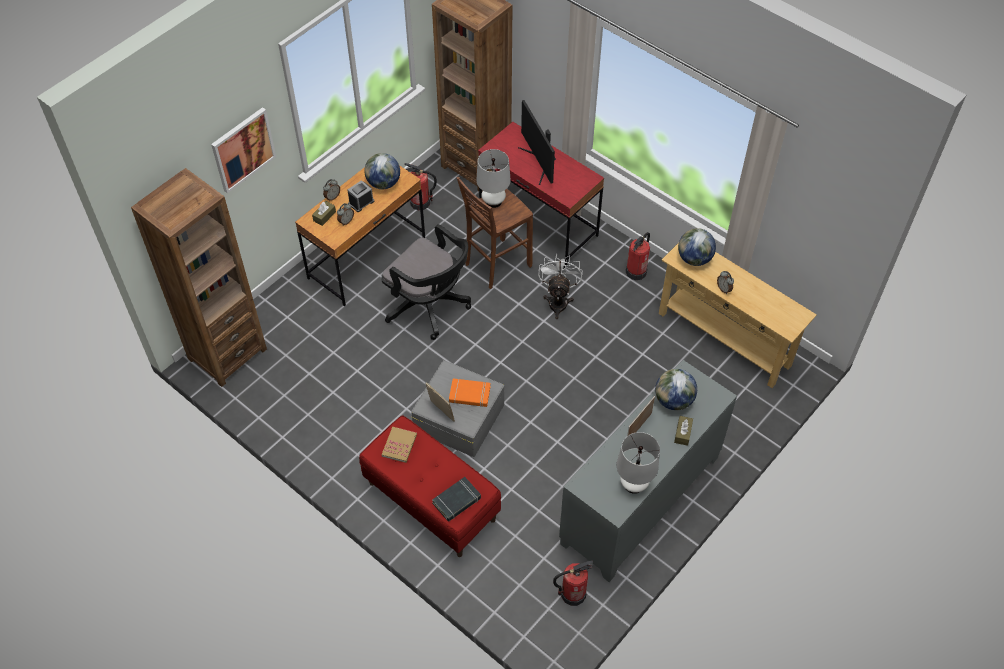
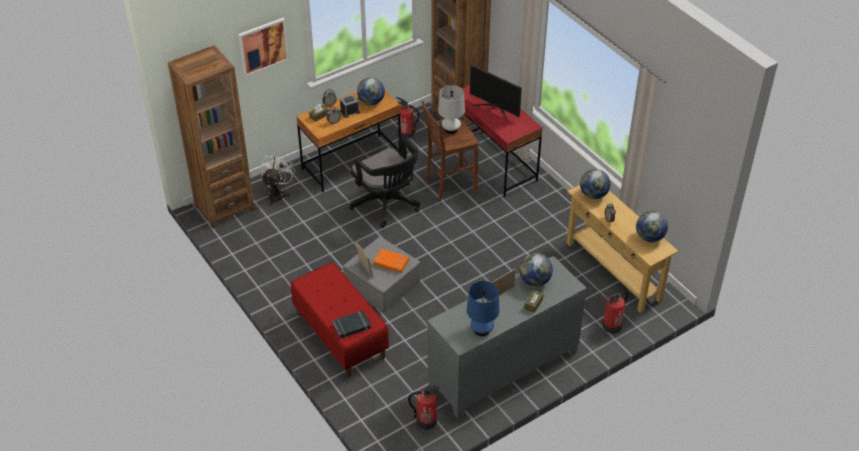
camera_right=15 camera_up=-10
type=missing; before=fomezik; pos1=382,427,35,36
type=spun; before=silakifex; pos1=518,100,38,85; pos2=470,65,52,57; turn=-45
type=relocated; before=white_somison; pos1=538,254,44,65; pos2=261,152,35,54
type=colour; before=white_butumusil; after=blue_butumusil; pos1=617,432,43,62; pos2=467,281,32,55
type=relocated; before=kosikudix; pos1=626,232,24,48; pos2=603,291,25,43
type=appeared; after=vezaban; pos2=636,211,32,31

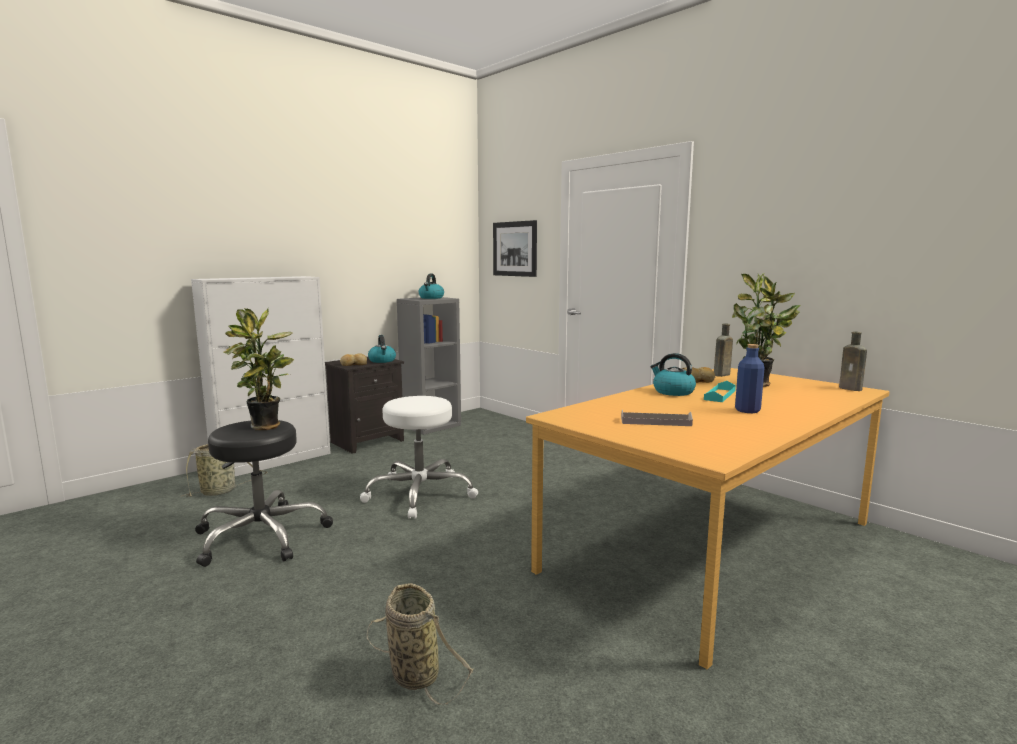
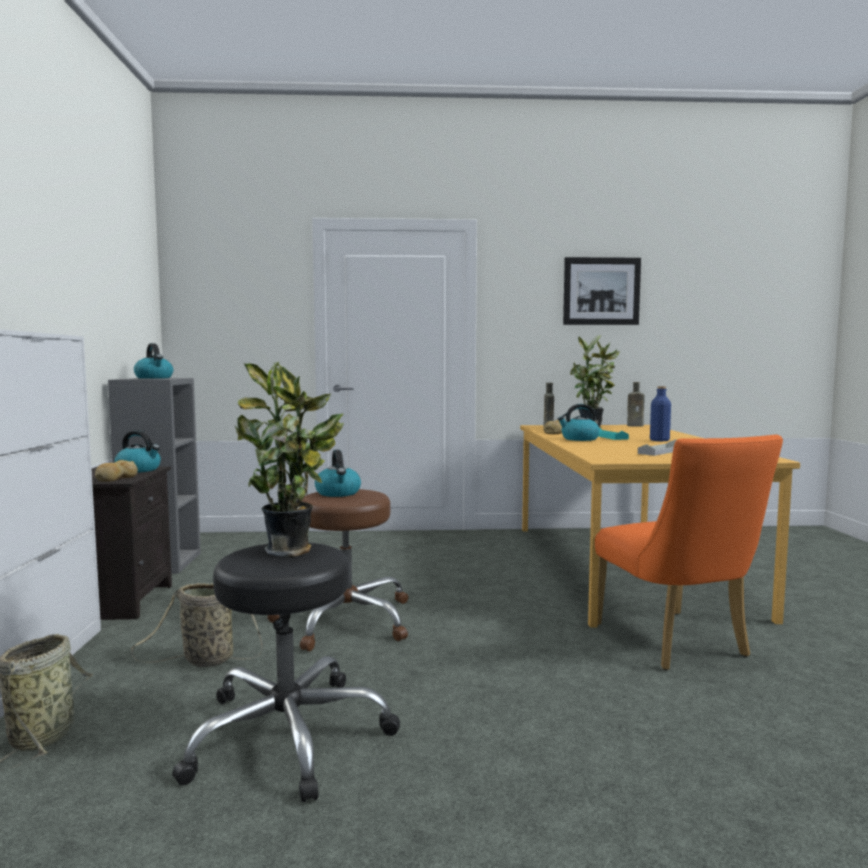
camera_right=-50 camera_up=-5
type=colour; before=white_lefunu; after=brown_lefunu; pos1=360,396,118,123; pos2=267,489,142,162
type=relocated; before=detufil; pos1=367,583,106,122; pos2=131,583,131,84
type=relocated; before=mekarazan; pos1=493,220,44,57; pos2=563,257,78,68
type=appeared; after=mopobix; pos2=315,450,46,47
type=appeared; after=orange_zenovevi; pos2=595,435,188,235

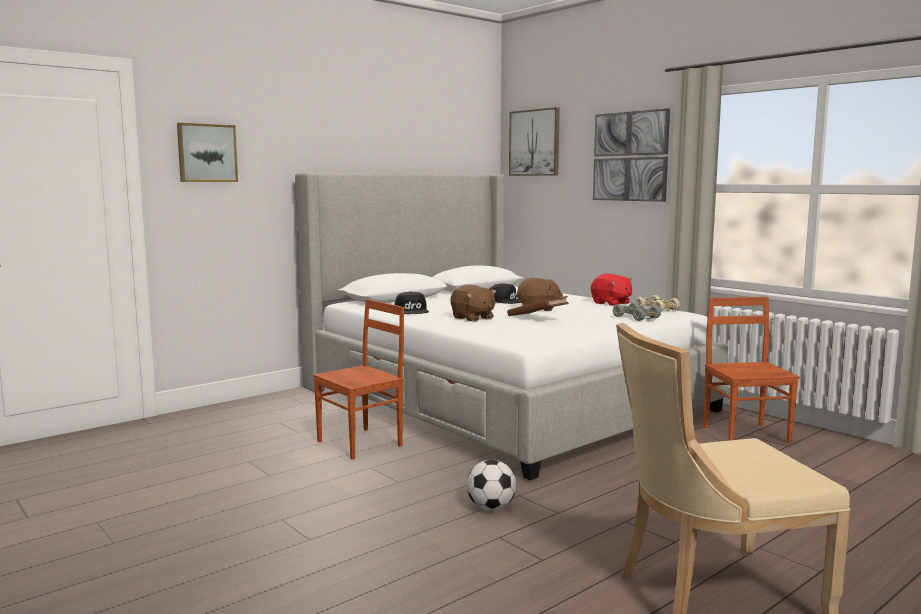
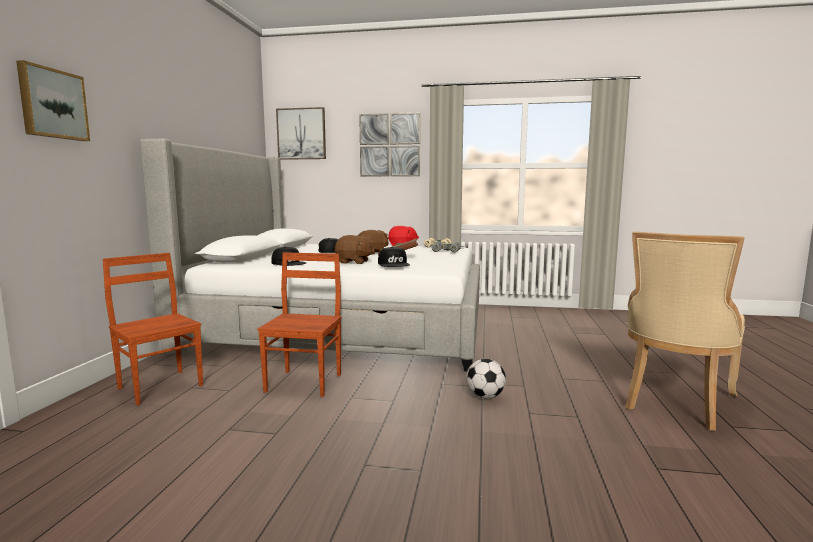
camera_right=-40 camera_up=0
type=relocated; before=brown_zenovevi; pos1=704,297,95,147; pos2=103,253,100,152
type=appeared; after=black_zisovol; pos2=378,247,32,20

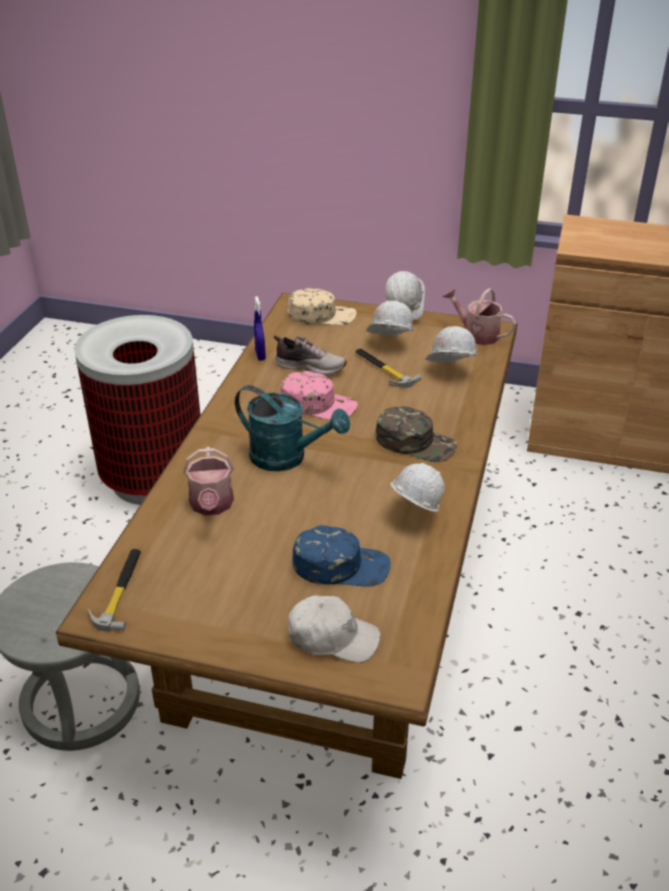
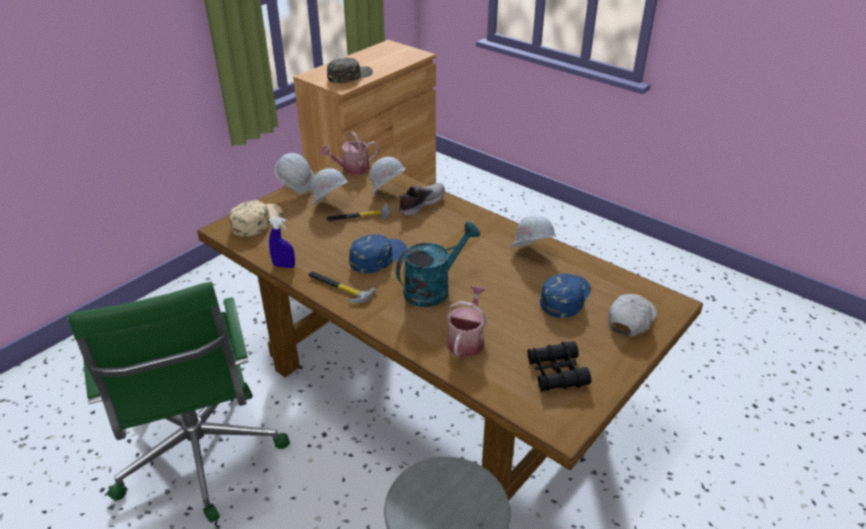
camera_right=-65 camera_up=0
type=exchanged; before=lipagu; after=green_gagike; pos1=74,315,127,190; pos2=68,282,222,241
type=relocated; before=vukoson; pos1=88,549,53,83; pos2=309,271,67,32
type=spun; before=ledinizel; pos1=183,447,51,68; pos2=446,286,41,71; turn=-90
type=relocated; before=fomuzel; pos1=274,335,73,41; pos2=399,183,46,33
type=colour; before=pink_zisovol; after=blue_zisovol; pos1=280,371,78,49; pos2=349,234,59,39
type=relocated; before=green_zisovol; pos1=376,406,82,56; pos2=327,58,46,25
type=appeared; after=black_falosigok; pos2=527,341,64,51

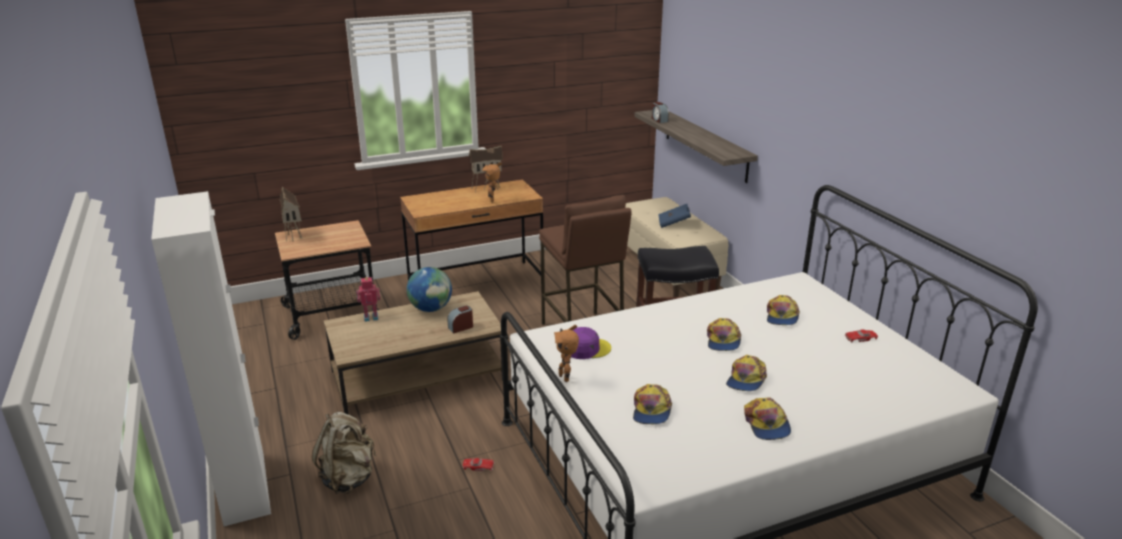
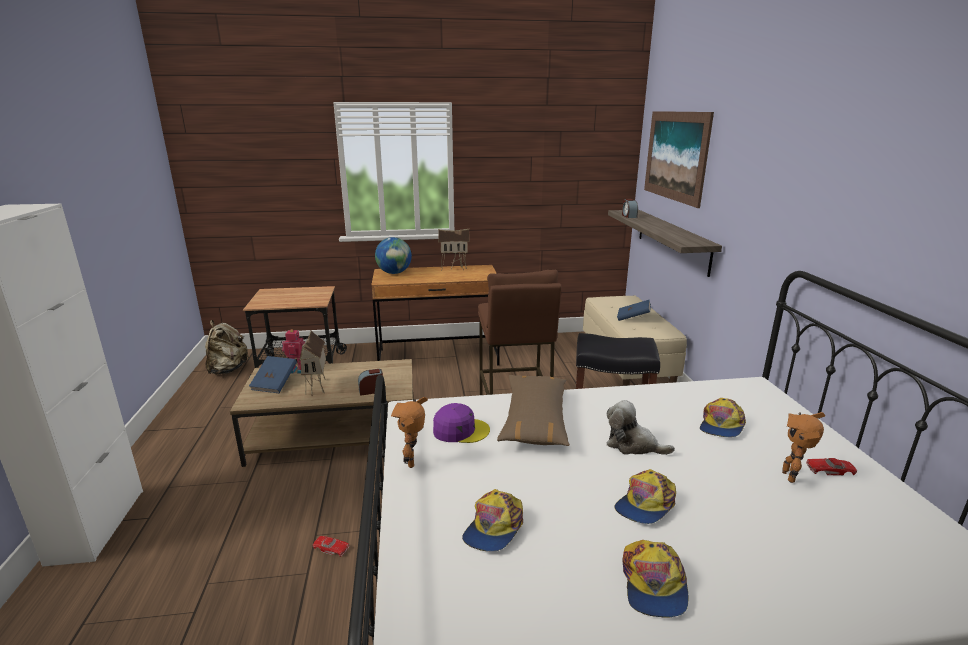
camera_right=15 camera_up=-5
type=relocated; before=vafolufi; pos1=280,186,23,56; pos2=299,331,27,65
type=relocated; before=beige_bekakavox; pos1=312,412,64,82; pos2=205,320,45,55
type=relocated; before=vezaban; pos1=407,267,45,45; pos2=375,237,37,37
type=relocated; before=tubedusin; pos1=482,162,20,40; pos2=782,412,43,71
type=exchanged; before=zisovol; after=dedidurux; pos1=707,318,34,33; pos2=607,400,68,55
type=appeared; after=blue_fomezik; pos2=249,356,48,37
type=appeared; after=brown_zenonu; pos2=497,375,73,71
type=appeared; after=mekarazan; pos2=644,111,70,97

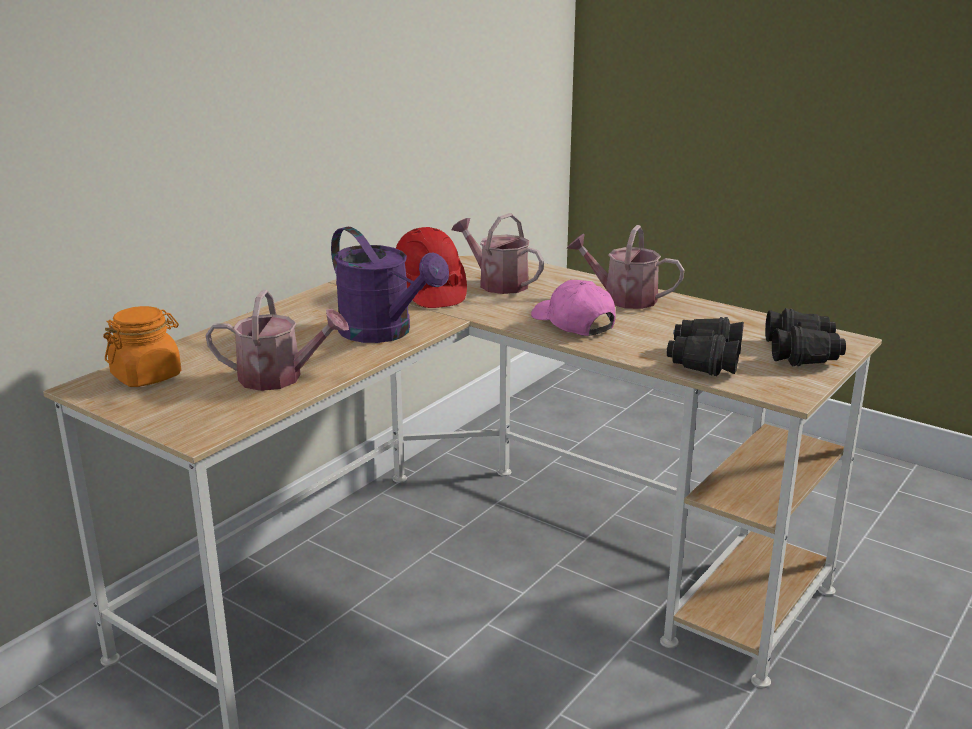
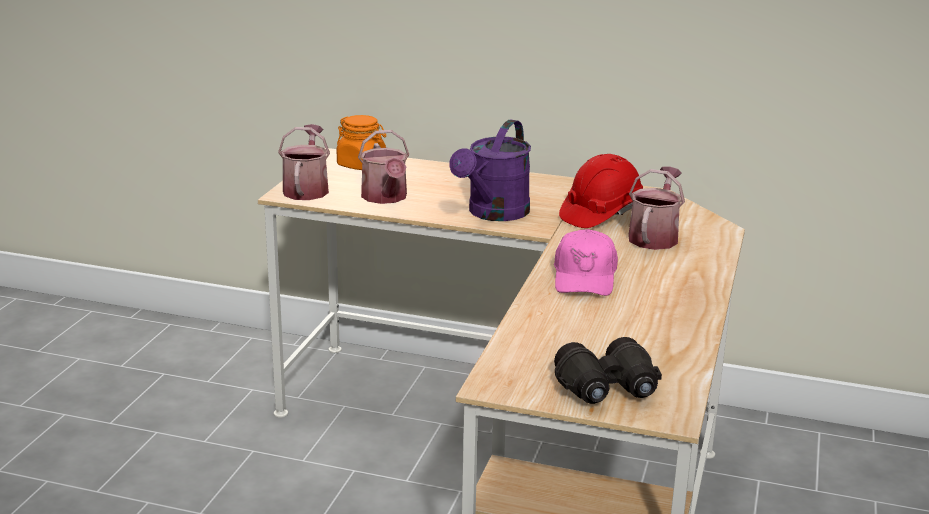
camera_right=70 camera_up=0
type=spun; before=pink_zisovol; pos1=531,280,85,56; pos2=554,229,64,67; turn=150
type=relocated; before=ledinizel; pos1=567,225,117,84; pos2=278,124,52,76
type=missing; before=black_falosigok; pos1=666,317,78,59

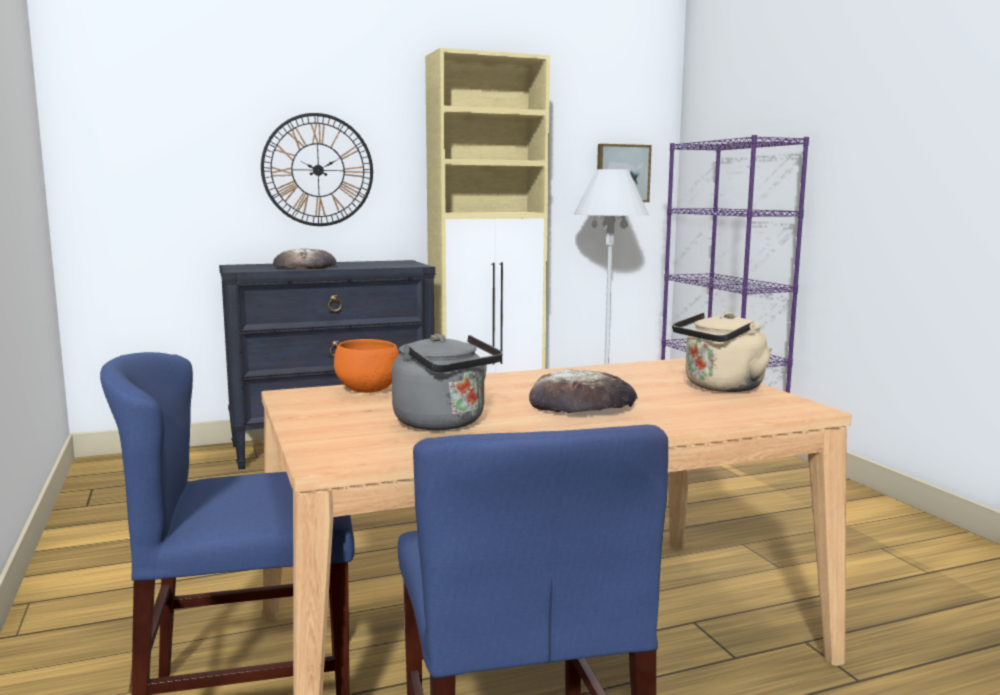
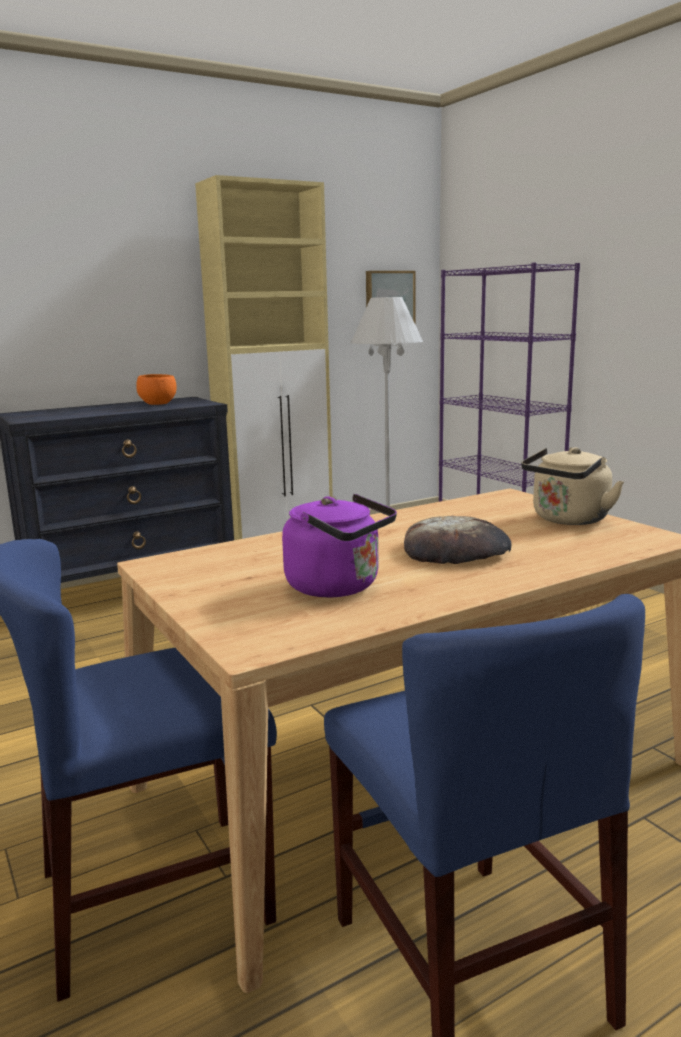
camera_right=-10 camera_up=5
type=missing; before=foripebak; pos1=261,113,112,113
type=missing; before=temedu; pos1=273,248,63,21
type=relocated; before=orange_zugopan; pos1=334,339,65,54; pos2=136,374,41,31
type=colour; before=grey_mopobix; after=purple_mopobix; pos1=392,334,110,96; pos2=282,494,115,104

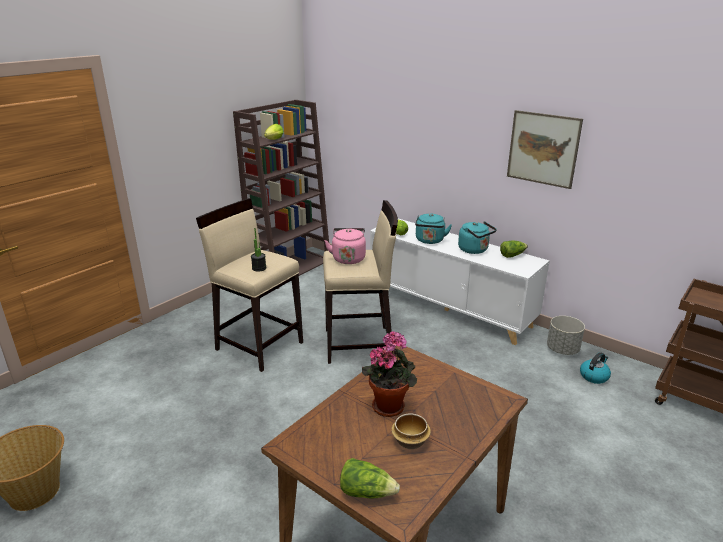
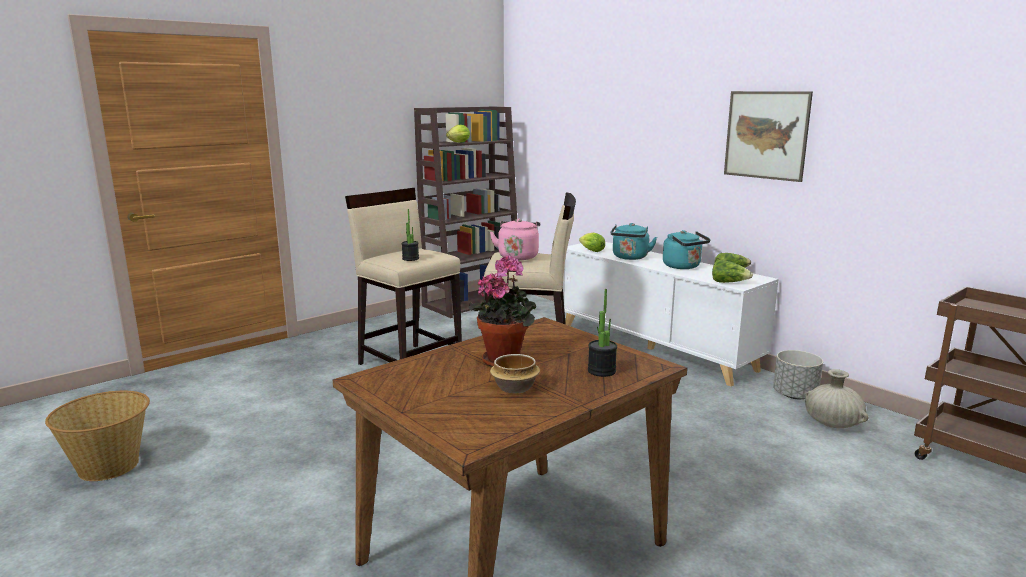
camera_right=10 camera_up=-10
type=relocated; before=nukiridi; pos1=340,458,60,41; pos2=712,260,41,23
type=exchanged; before=mopobix; after=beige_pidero; pos1=580,352,31,32; pos2=805,369,63,59
type=appeared; after=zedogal; pos2=588,289,29,88

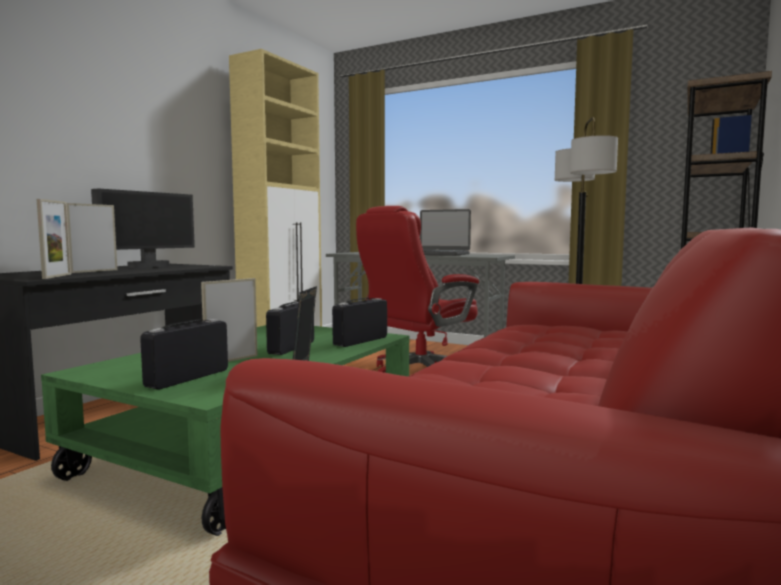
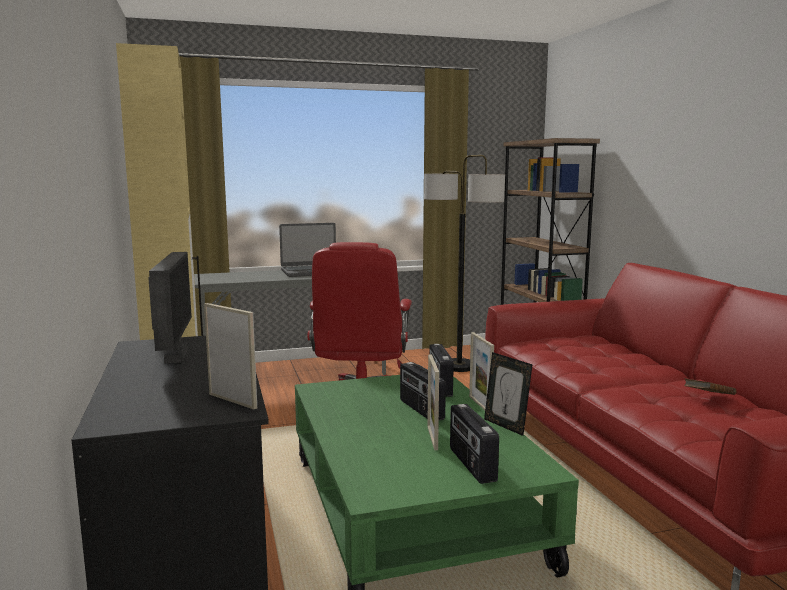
camera_right=-45 camera_up=5
type=relocated; before=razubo; pos1=67,203,50,70; pos2=469,332,25,78
type=appeared; after=brown_fomezik; pos2=684,378,52,17

